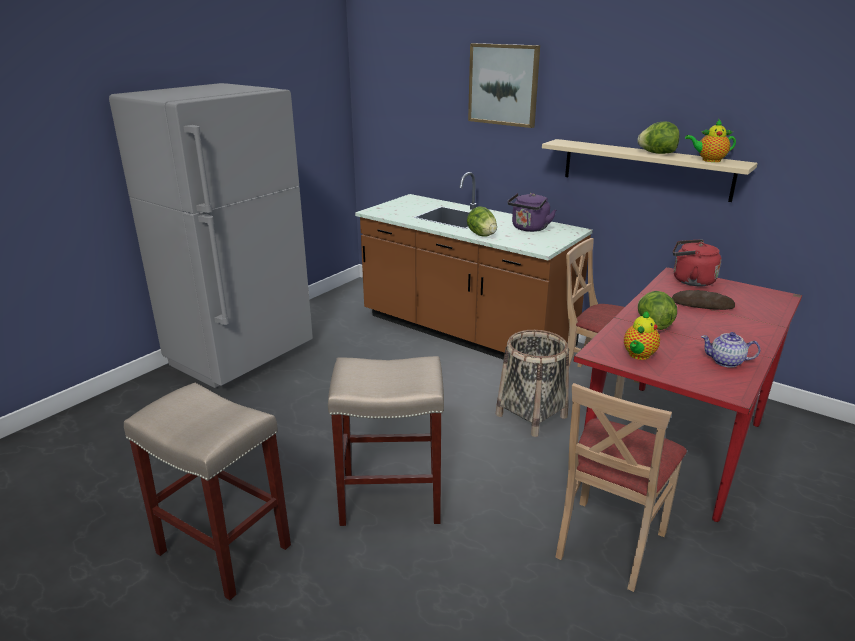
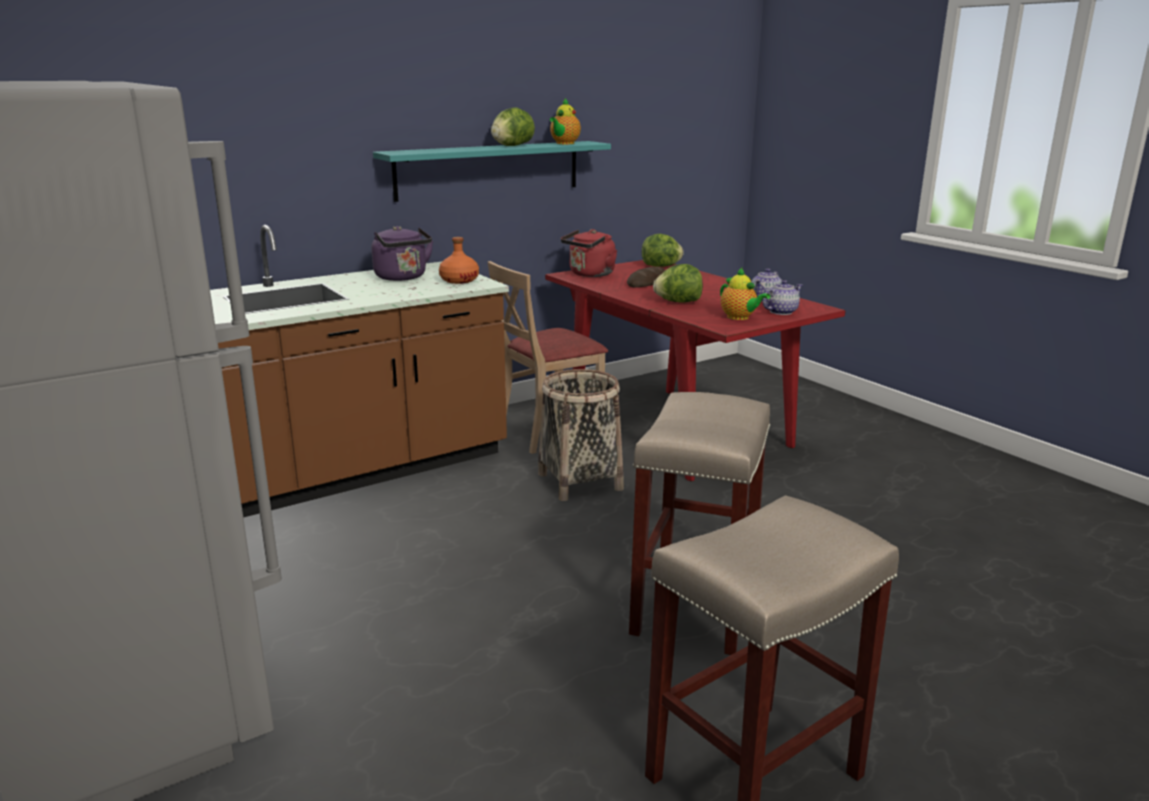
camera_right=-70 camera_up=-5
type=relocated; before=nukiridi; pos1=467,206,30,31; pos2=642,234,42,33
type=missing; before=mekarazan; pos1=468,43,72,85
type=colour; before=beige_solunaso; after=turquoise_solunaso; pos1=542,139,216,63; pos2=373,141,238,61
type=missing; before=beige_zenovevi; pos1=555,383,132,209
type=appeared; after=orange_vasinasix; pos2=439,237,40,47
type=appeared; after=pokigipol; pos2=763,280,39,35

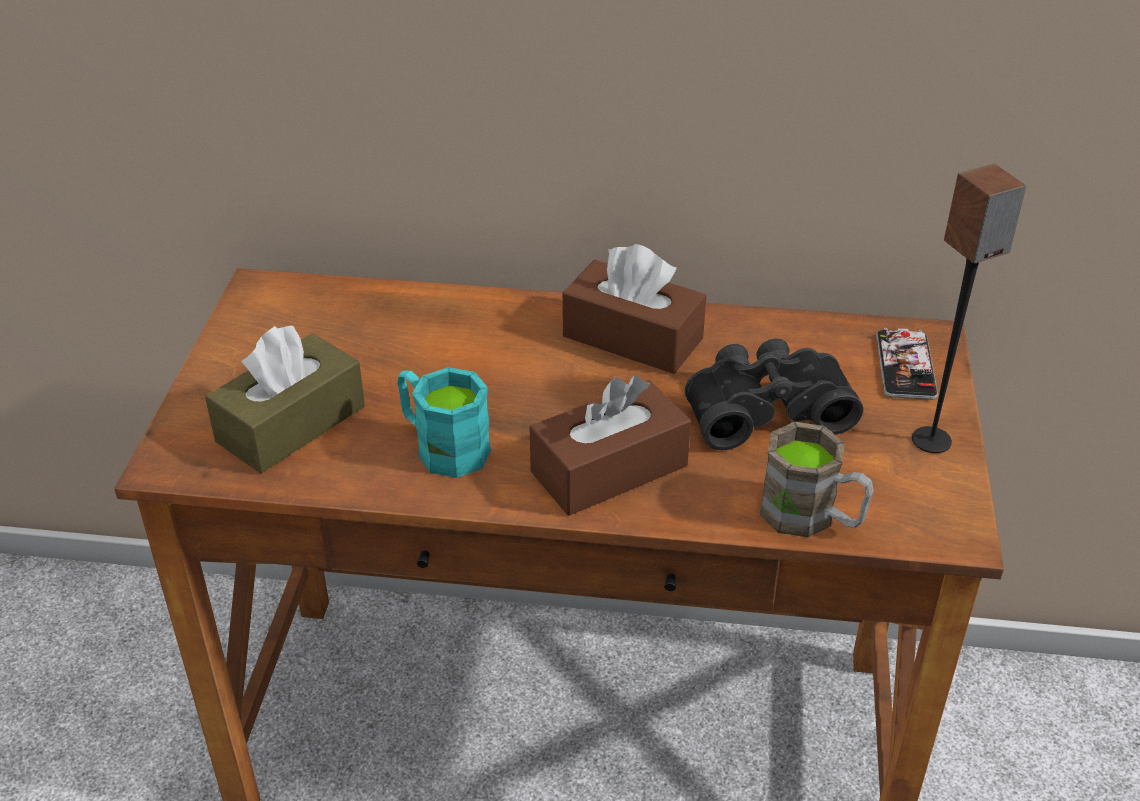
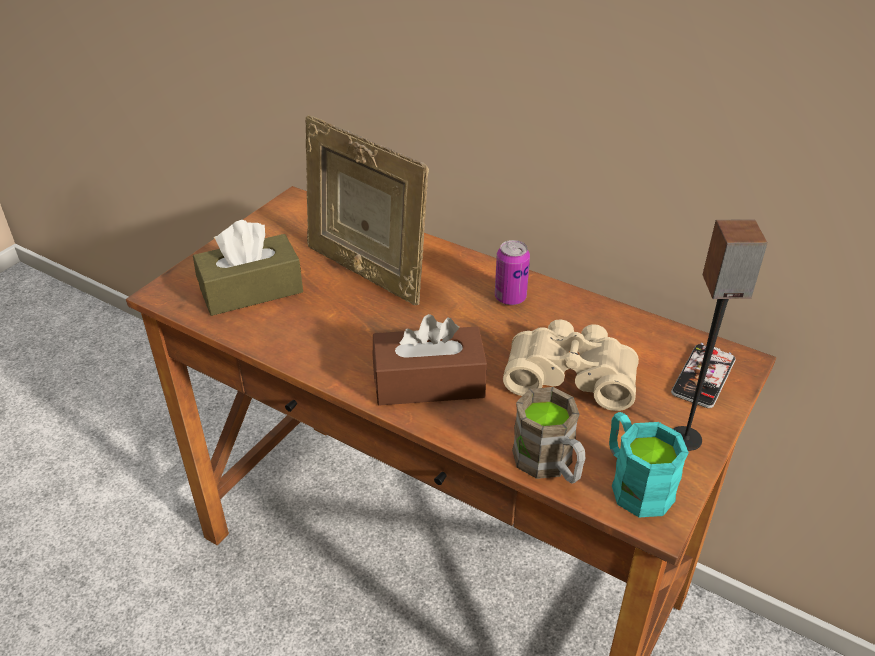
camera_right=25 camera_up=0
type=relocated; before=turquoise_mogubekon; pos1=397,367,94,111; pos2=609,412,80,105
type=exchanged; before=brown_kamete; after=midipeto; pos1=563,244,143,130; pos2=495,240,35,65
type=colour; before=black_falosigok; after=beige_falosigok; pos1=685,338,178,112; pos2=503,319,136,92
type=appeared; after=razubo; pos2=305,115,124,190

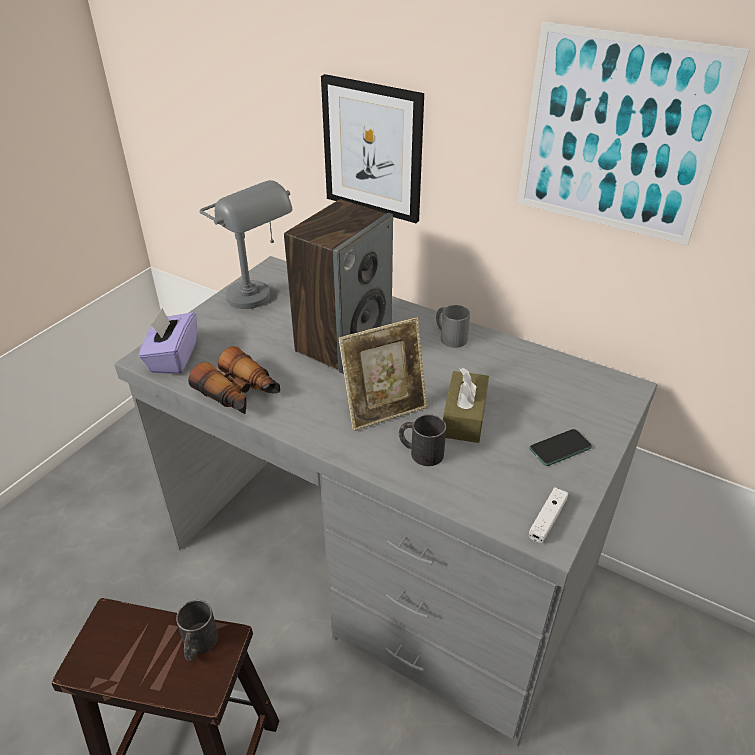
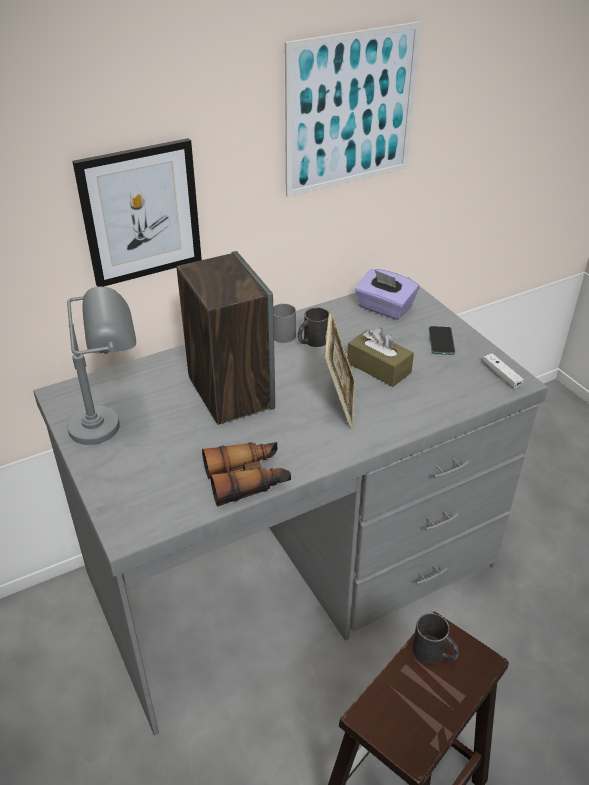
camera_right=-60 camera_up=0
type=relocated; before=purple_kamete; pos1=138,308,59,66; pos2=355,269,64,51
type=relocated; before=black_mogubekon; pos1=399,414,47,52; pos2=298,307,31,40

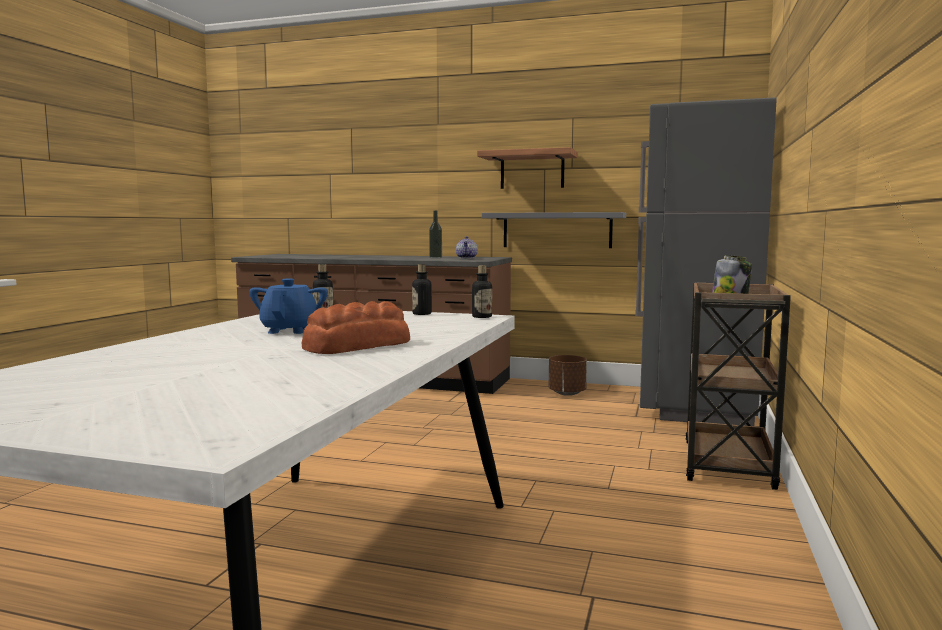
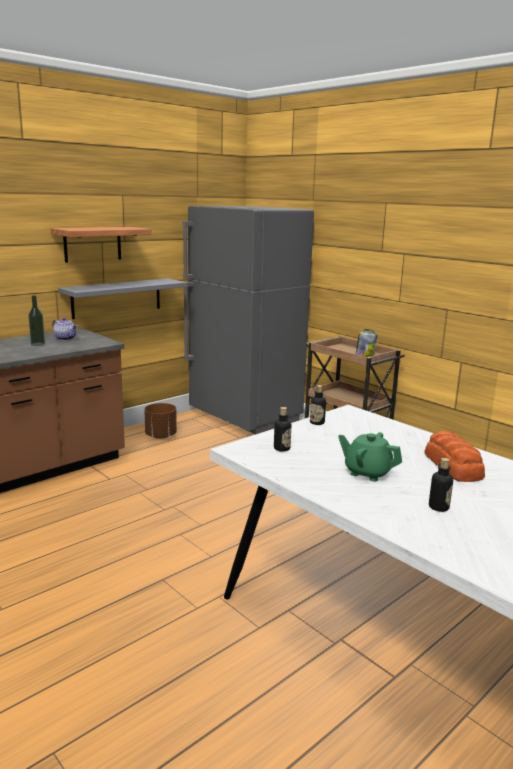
camera_right=-60 camera_up=10
type=colour; before=blue_pokigipol; after=green_pokigipol; pos1=249,278,79,56; pos2=338,432,64,50
type=relocated; before=vasinasix; pos1=472,265,20,53; pos2=429,458,24,54

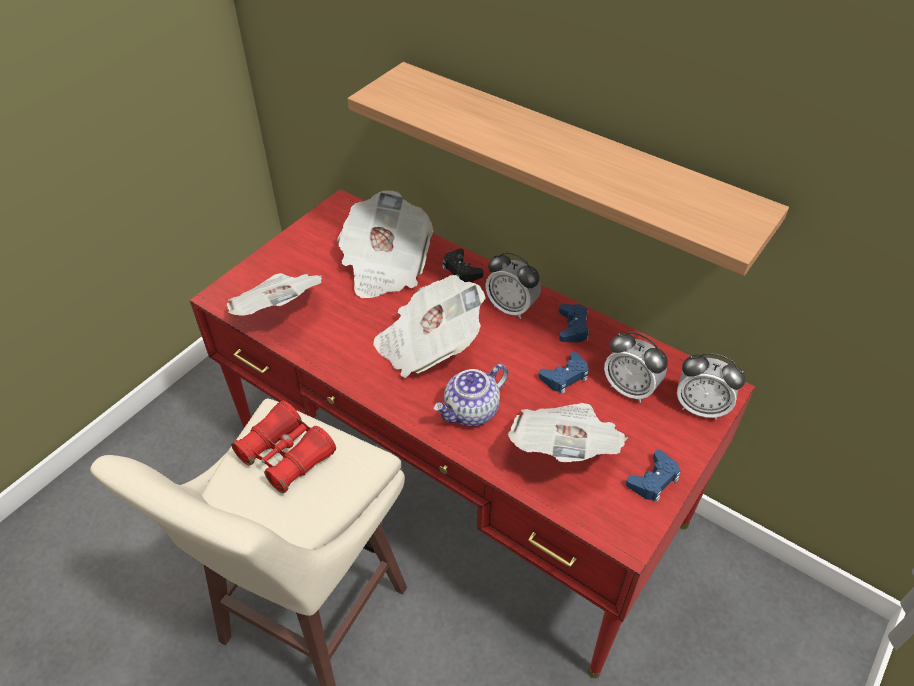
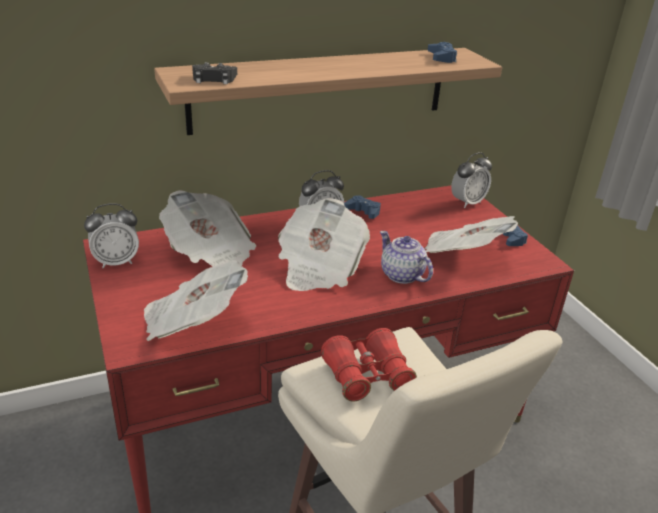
camera_right=-60 camera_up=-15
type=spun; before=pokigipol; pos1=433,364,76,62; pos2=380,231,53,53; turn=150
type=relocated; before=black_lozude; pos1=442,248,41,34; pos2=192,62,45,22
type=relocated; before=blue_lozude; pos1=538,352,51,42; pos2=427,42,30,21
type=relocated; before=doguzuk; pos1=604,332,64,71; pos2=84,203,55,66

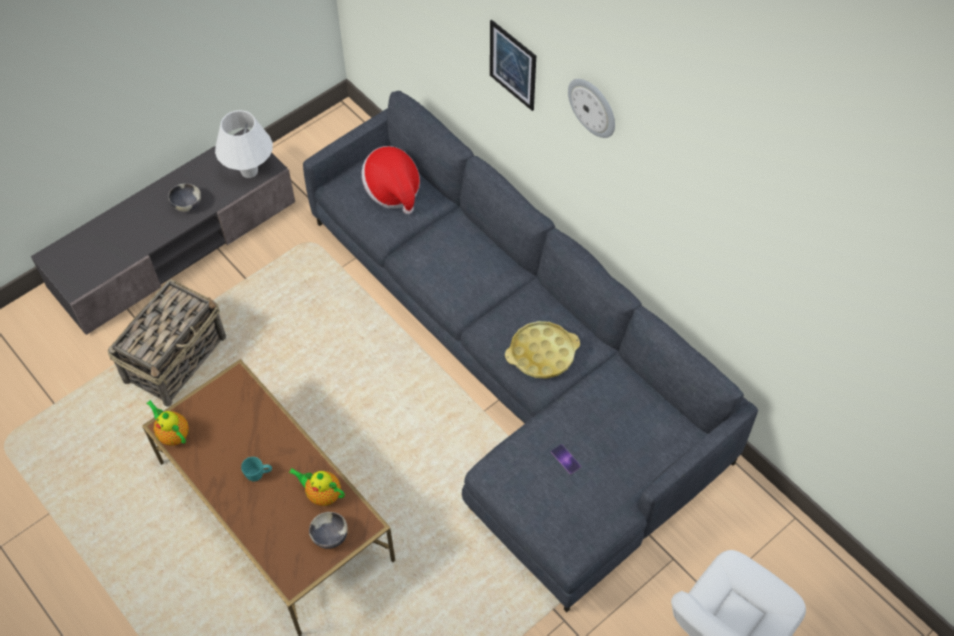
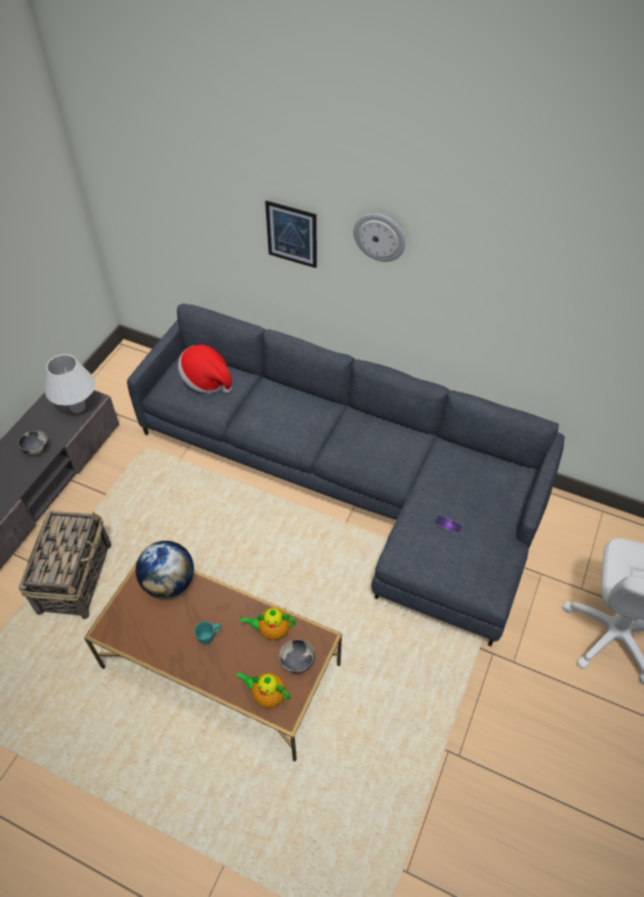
camera_right=-25 camera_up=-5
type=relocated; before=pokigipol; pos1=147,400,42,46; pos2=236,672,55,36
type=missing; before=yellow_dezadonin; pos1=505,321,75,58
type=appeared; after=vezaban; pos2=136,541,58,58

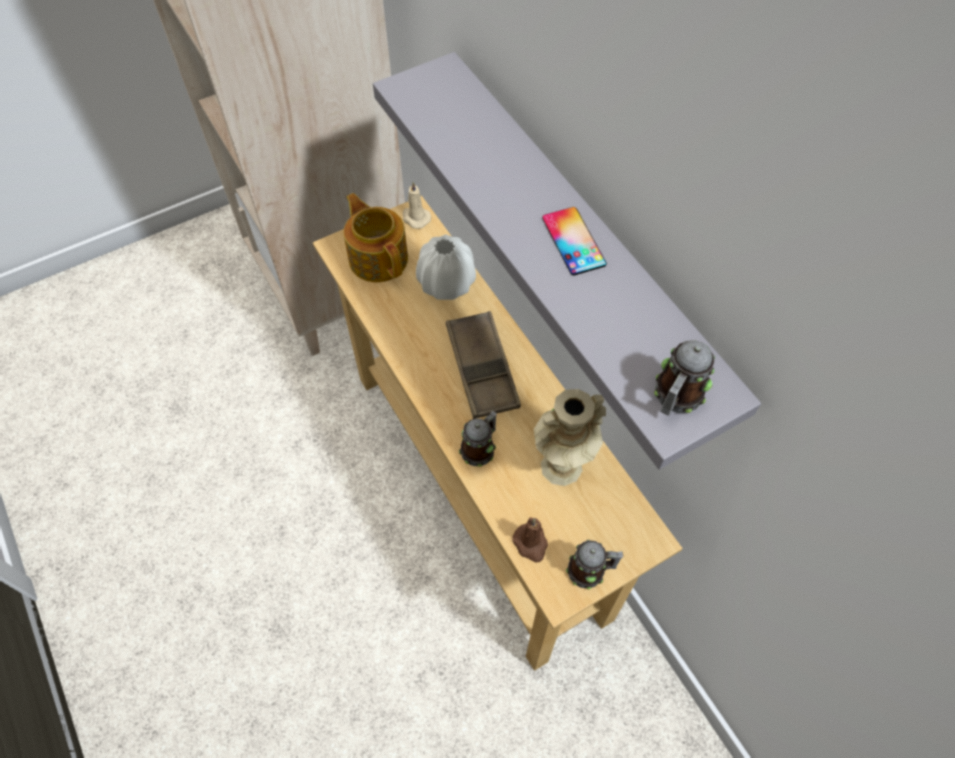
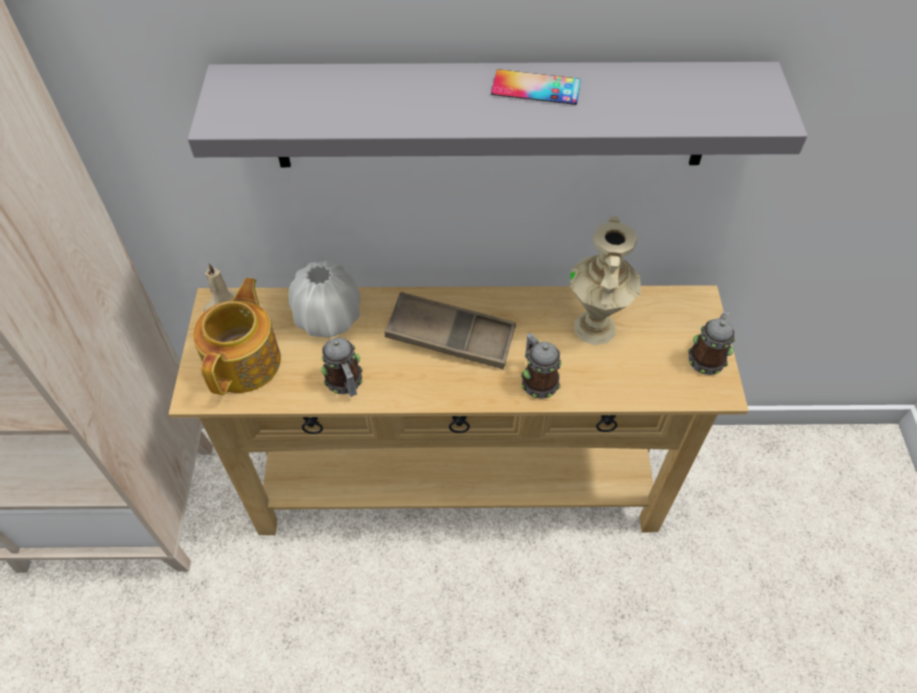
camera_right=-60 camera_up=-5
type=spun; before=pokigipol; pos1=344,193,64,89; pos2=193,278,88,117; turn=105
type=missing; before=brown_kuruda; pos1=512,518,36,44
type=relocated; before=mogubekon; pos1=654,340,61,76; pos2=321,337,42,60

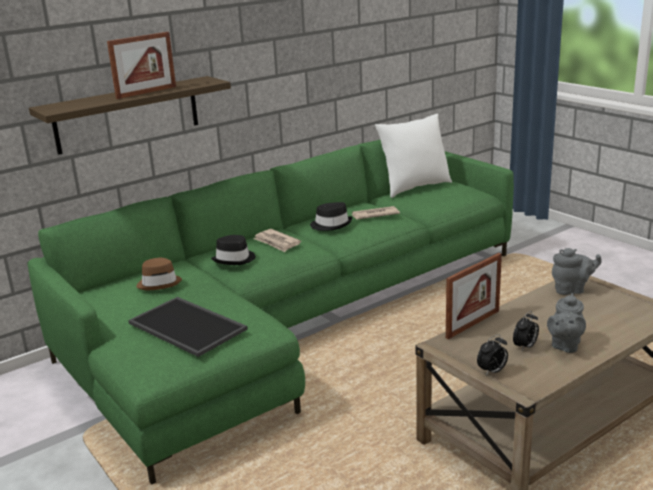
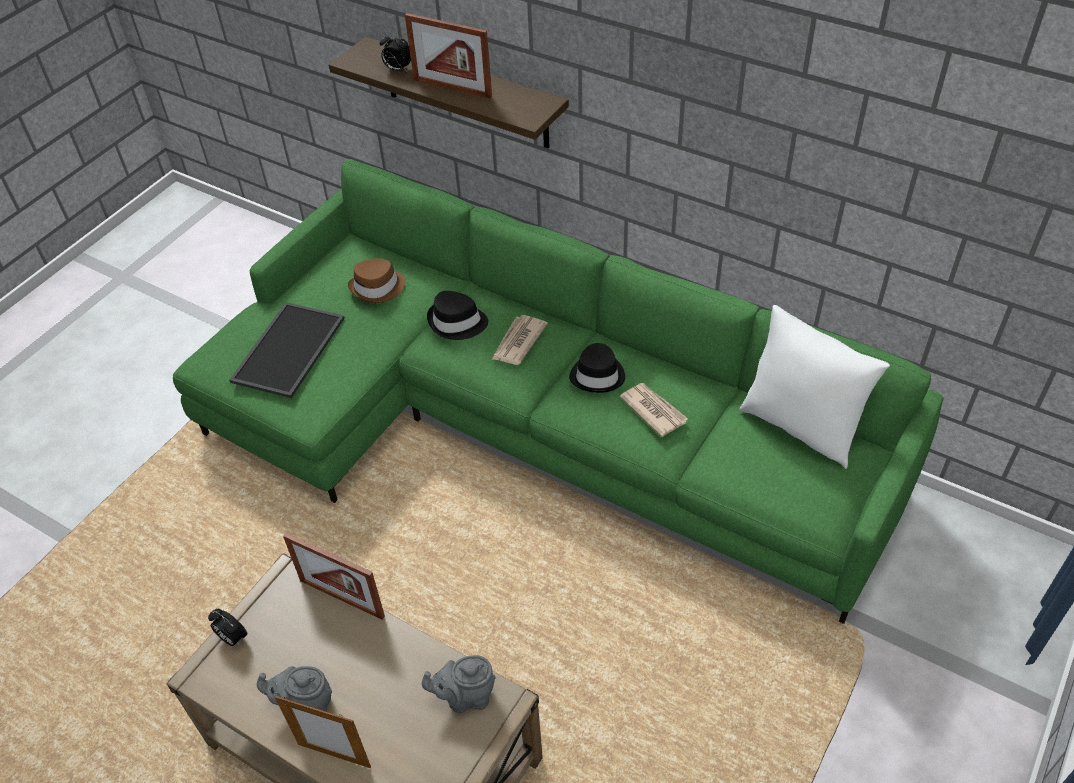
camera_right=70 camera_up=25
type=relocated; before=doguzuk; pos1=513,311,26,40; pos2=380,33,31,39
type=spun; before=grey_pokigipol; pos1=552,248,50,47; pos2=422,655,74,58; turn=105
type=appeared; after=razubo; pos2=275,696,96,72

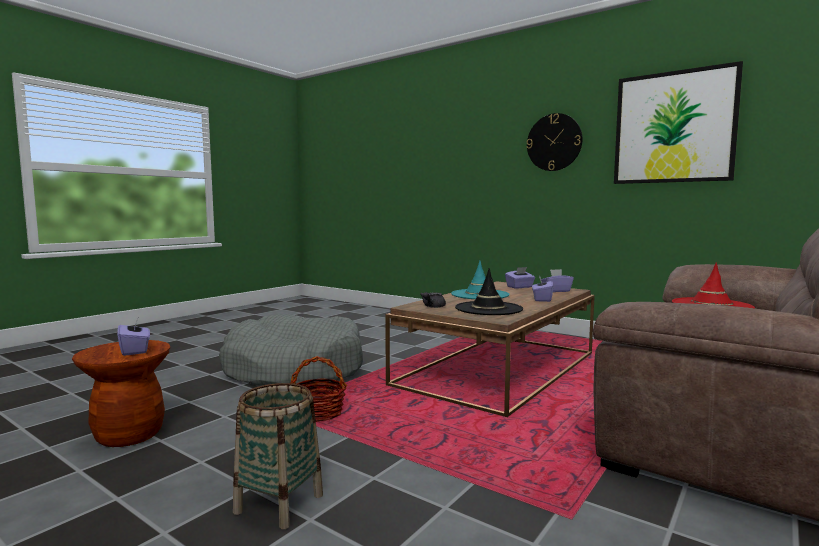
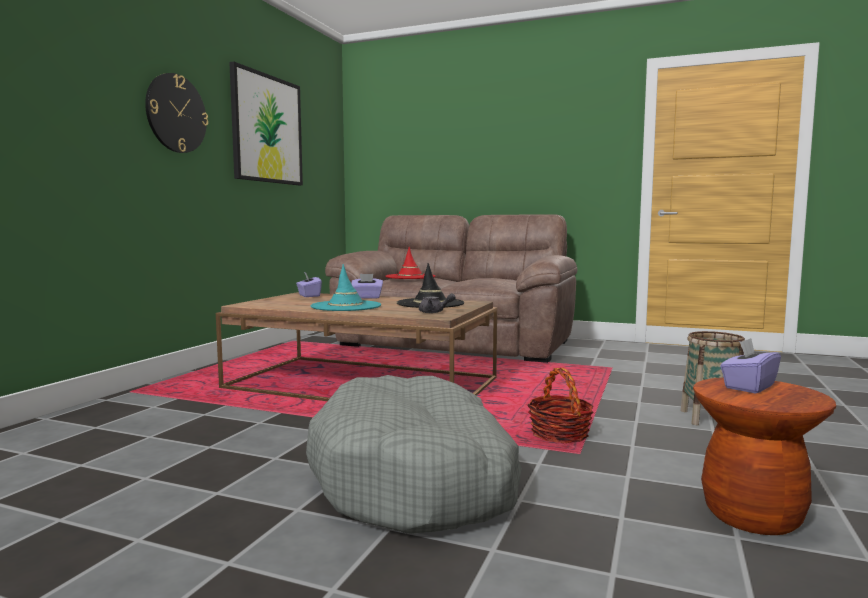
camera_right=-105 camera_up=0
type=missing; before=purple_kamete; pos1=505,267,30,22

